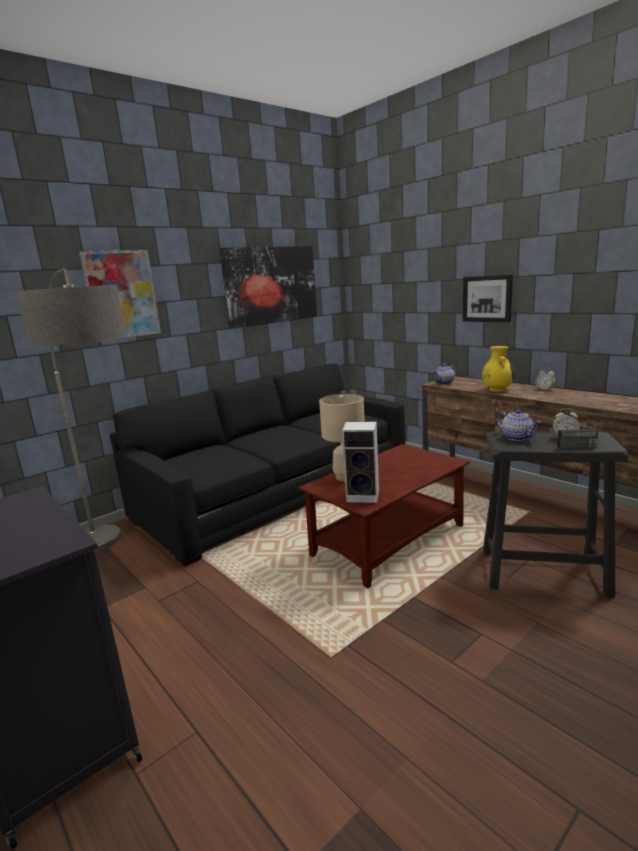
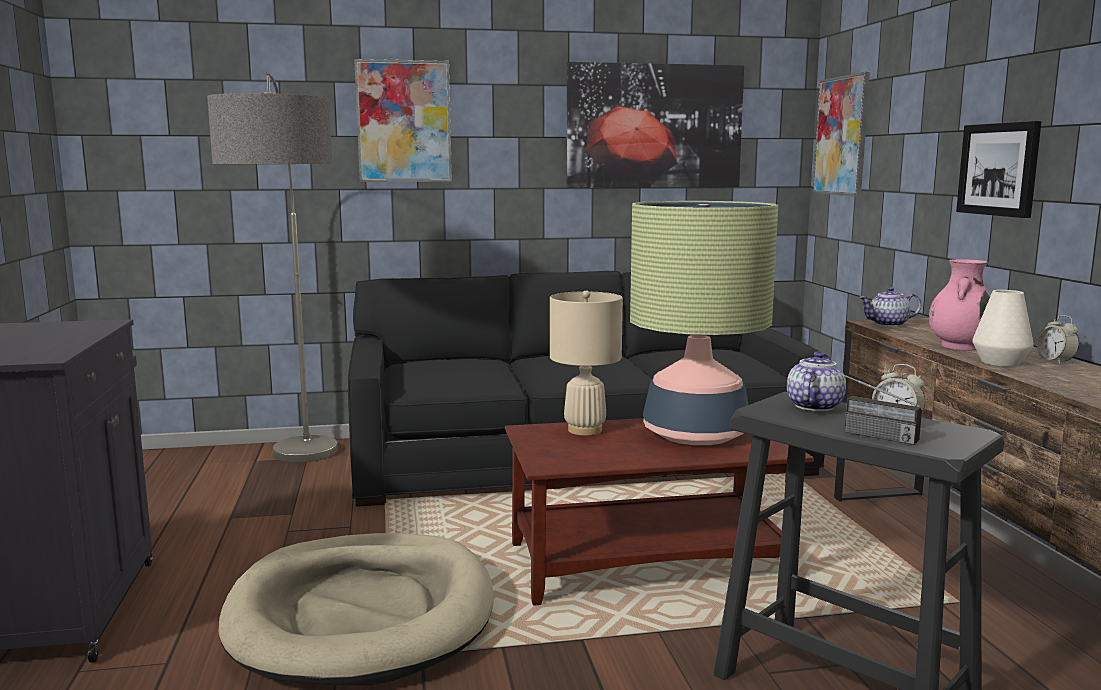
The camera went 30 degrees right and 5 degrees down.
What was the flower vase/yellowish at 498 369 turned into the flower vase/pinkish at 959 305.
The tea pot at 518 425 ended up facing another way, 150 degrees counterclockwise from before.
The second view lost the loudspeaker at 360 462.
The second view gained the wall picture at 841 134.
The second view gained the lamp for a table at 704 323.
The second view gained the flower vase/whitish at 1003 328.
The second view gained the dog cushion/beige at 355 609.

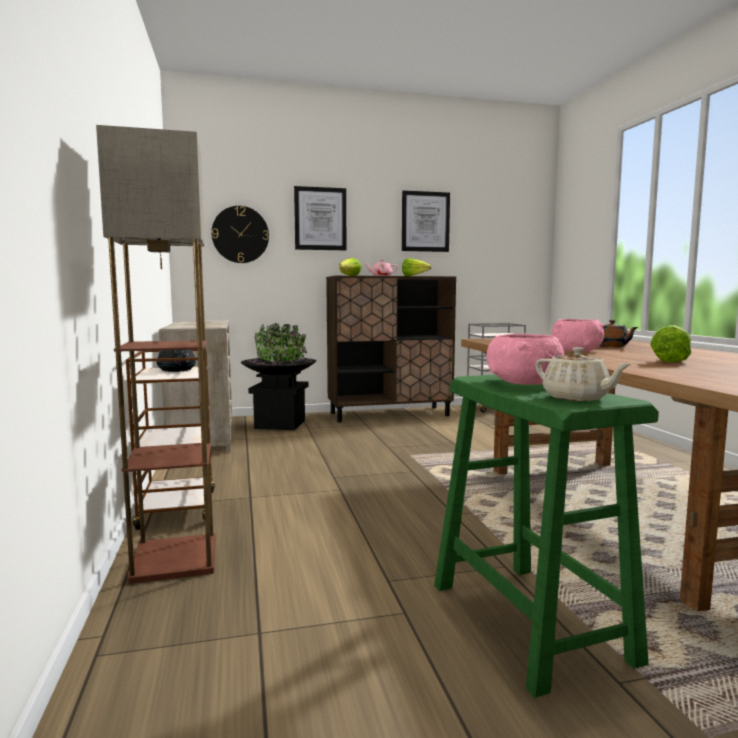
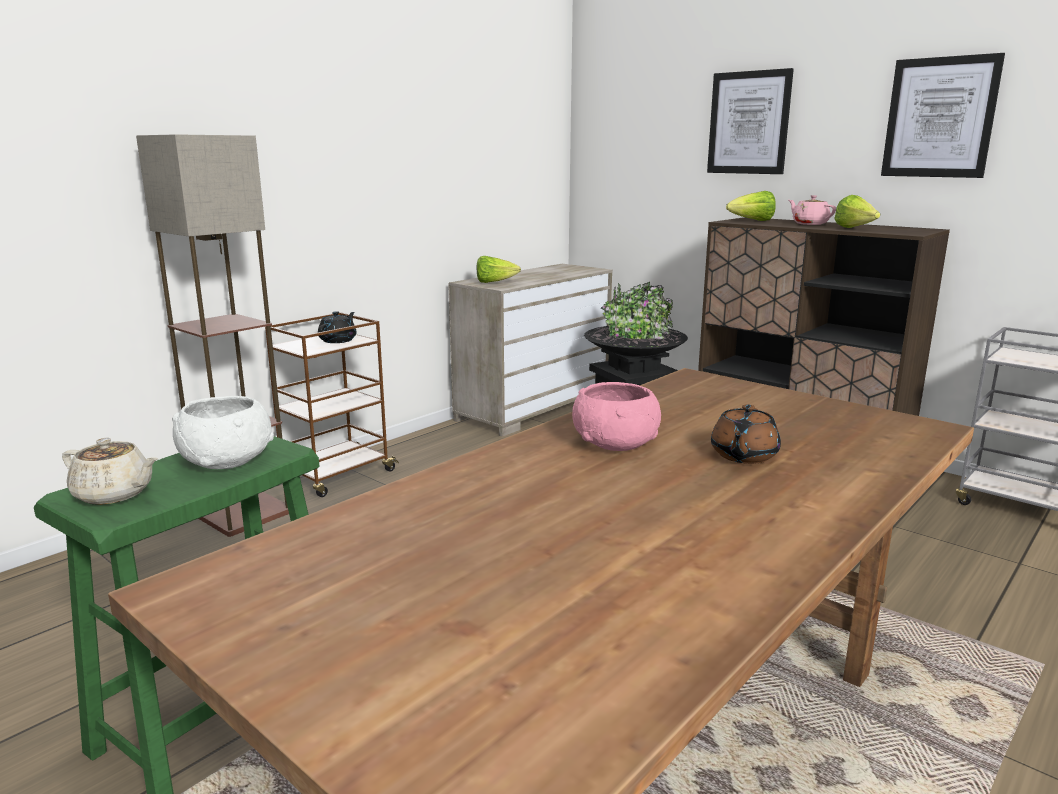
The camera went 55 degrees right and 10 degrees up.
The second view lost the clock on the wall at 240 234.
The head of lettuce ended up elsewhere, having gone from 670 344 to 499 269.
What was the deep dish/pinkish at 525 359 turned into the deep dish/whitish at 223 432.
The tea pot/beige at 583 374 ended up facing another way, 90 degrees counterclockwise from before.

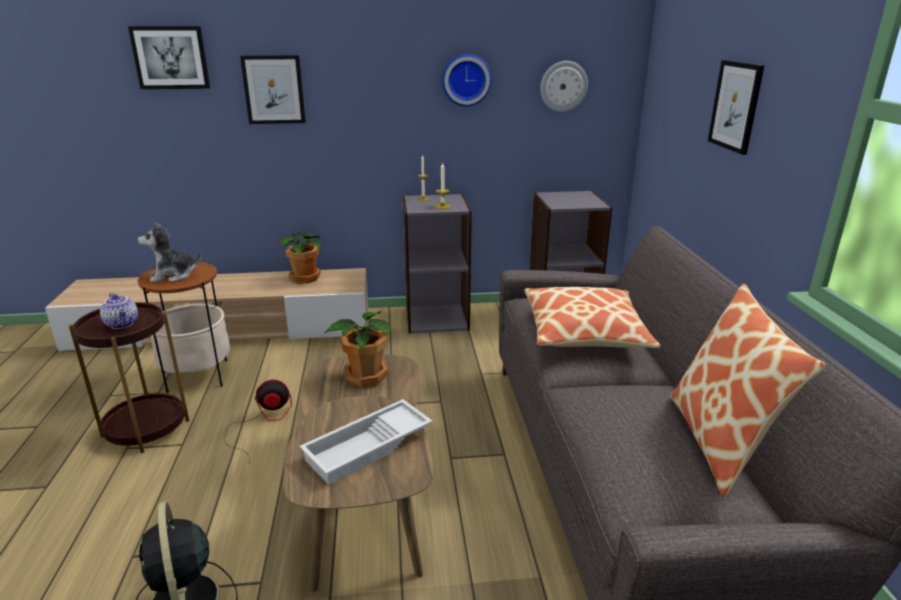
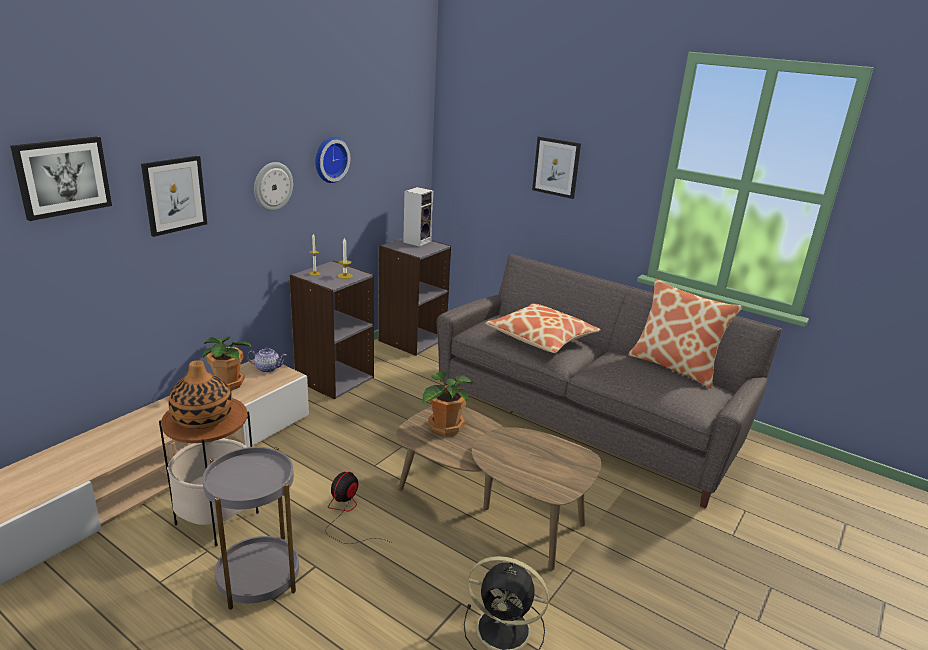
The camera went 50 degrees left and 0 degrees up.
The clock on the wall ended up elsewhere, having gone from 564 86 to 273 186.
Where the cuddly toy stood at 170 252, the flower vase came to stand at 201 394.
The tea pot ended up elsewhere, having gone from 119 311 to 266 360.
What was the end table/brown at 129 377 turned into the end table/grey at 250 528.
The second view lost the serving tray/whitish at 366 442.
The second view gained the loudspeaker at 418 216.

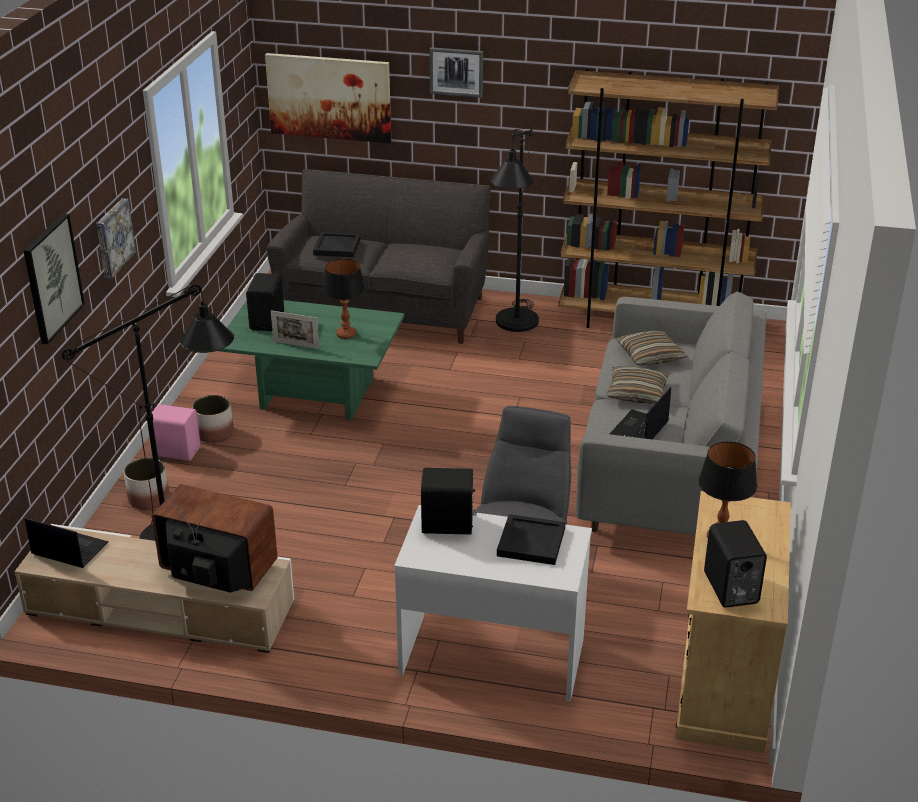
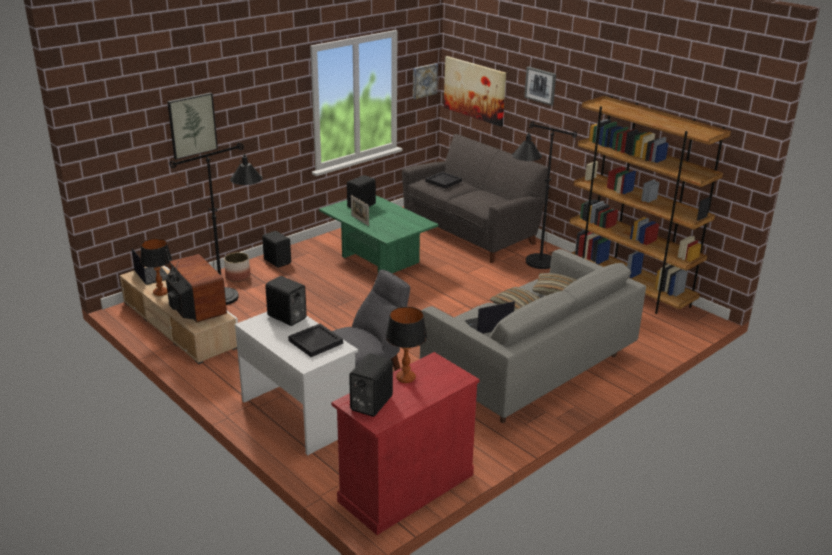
The camera went 35 degrees right and 5 degrees down.
The wall picture ended up elsewhere, having gone from 116 238 to 425 81.
The lamp for a table ended up elsewhere, having gone from 343 299 to 156 267.
The second view lost the planter at 213 419.
What was the loudspeaker/pinkish at 176 432 turned into the loudspeaker/black at 276 249.
What was the storage cabinet/beige at 733 622 turned into the storage cabinet/reddish at 405 443.

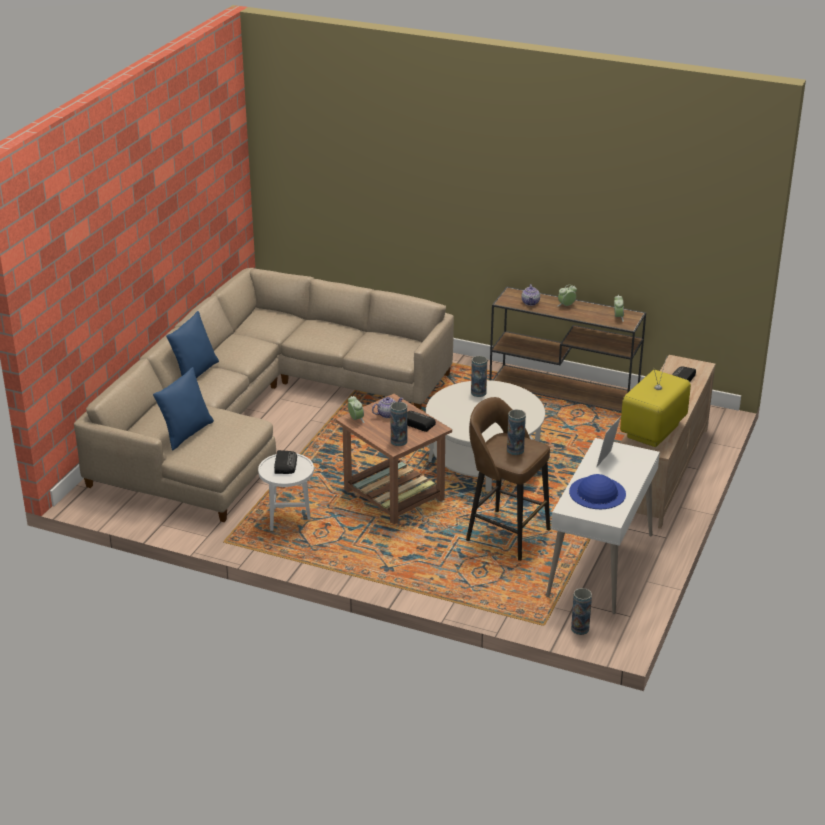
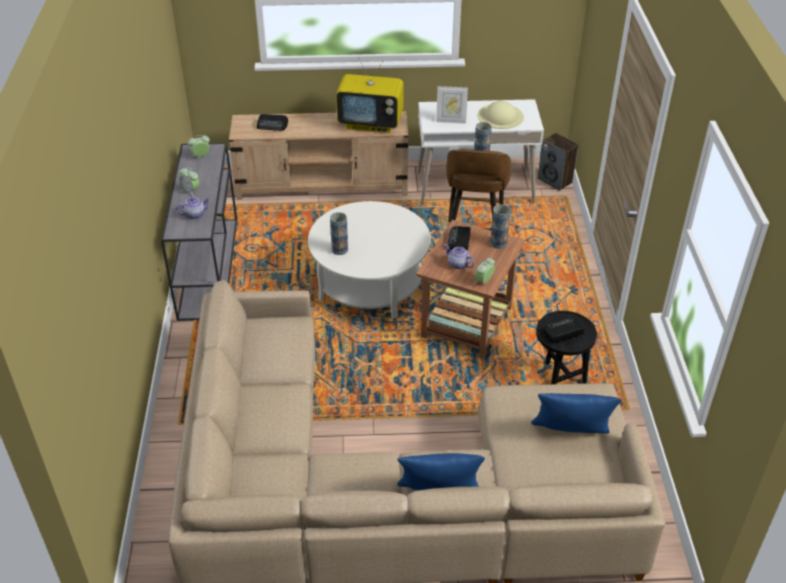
The camera went 115 degrees left and 10 degrees up.
What was the hall table/brown at 567 349 turned into the hall table/grey at 199 232.
What was the end table/whitish at 286 492 turned into the end table/black at 566 347.
What was the hat/bluish at 597 491 turned into the hat/beige at 500 115.
Where the flower vase stood at 581 611, the loudspeaker came to stand at 558 162.

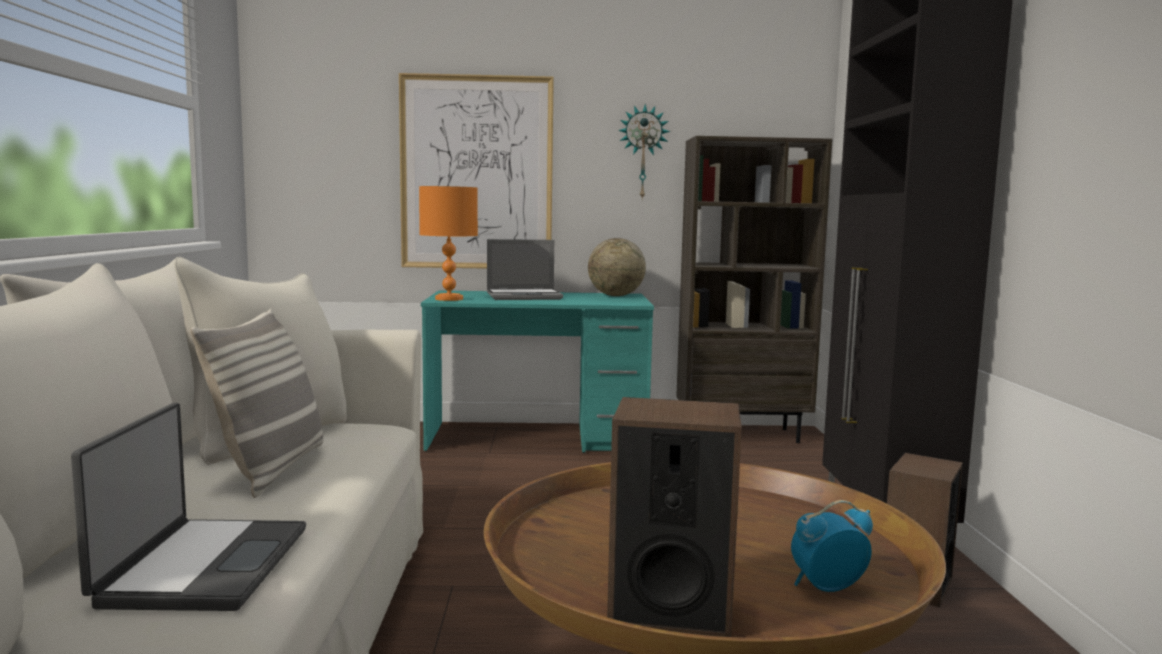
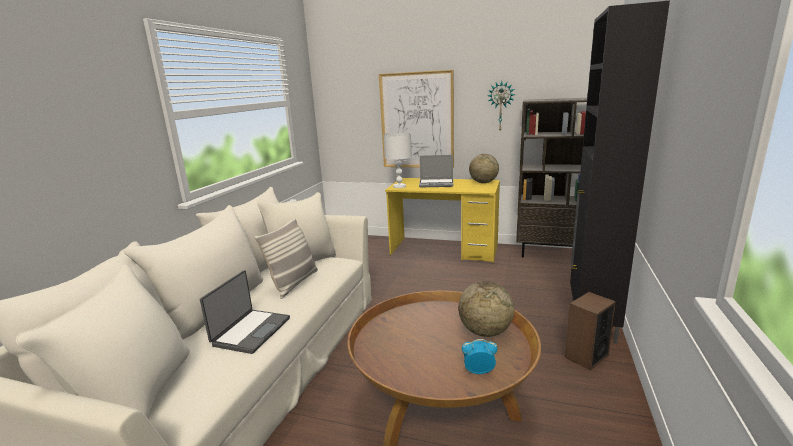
The camera went 20 degrees right and 10 degrees up.
What was the lamp for a table/orange-coloured at 448 243 turned into the lamp for a table/whitish at 398 160.
What was the desk unit/turquoise at 537 371 turned into the desk unit/yellowish at 442 220.
The second view lost the loudspeaker at 674 517.
The second view gained the world globe at 486 309.

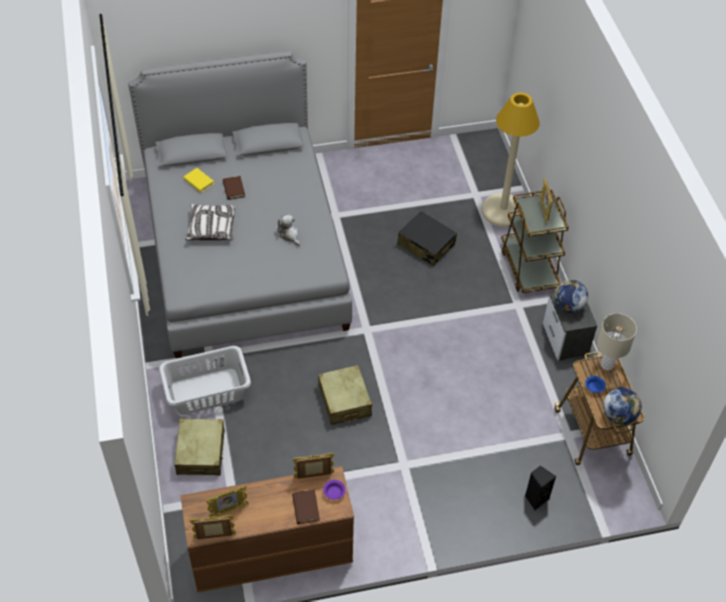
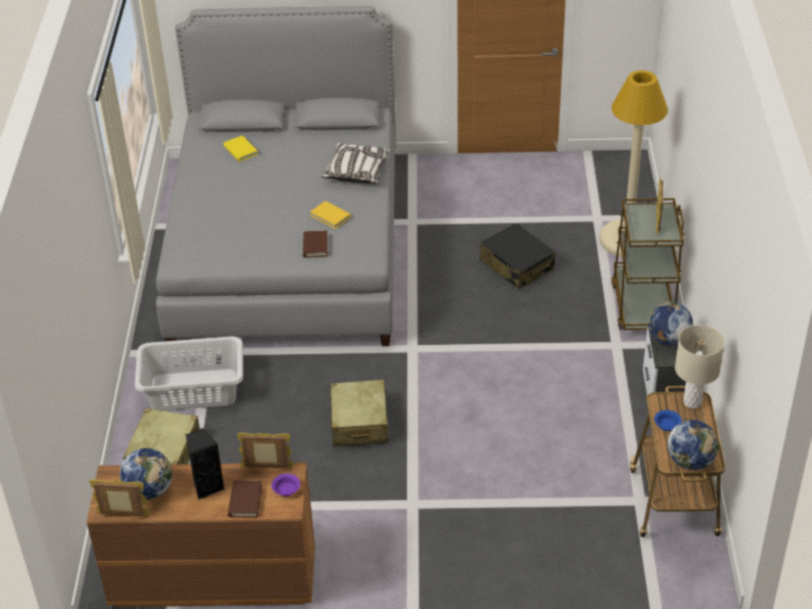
The camera went 15 degrees right and 10 degrees down.
The volume/brown ended up elsewhere, having gone from 234 188 to 315 244.
The pillow ended up elsewhere, having gone from 211 222 to 356 163.
Where the cuddly toy stood at 288 230, the volume/yellowish came to stand at 330 215.
The loudspeaker/black ended up elsewhere, having gone from 540 488 to 205 464.
Where the picture frame stood at 227 501, the world globe came to stand at 146 474.

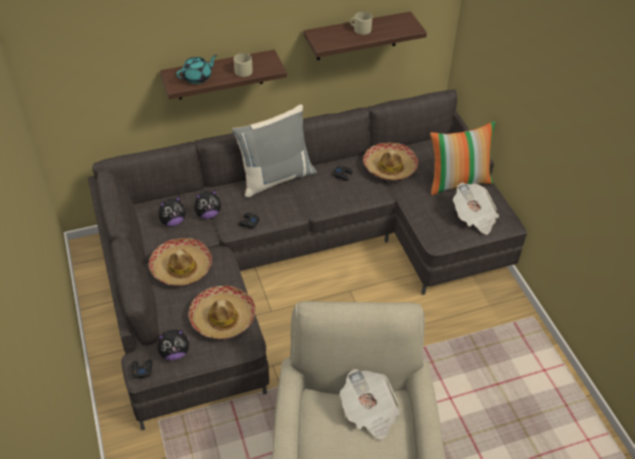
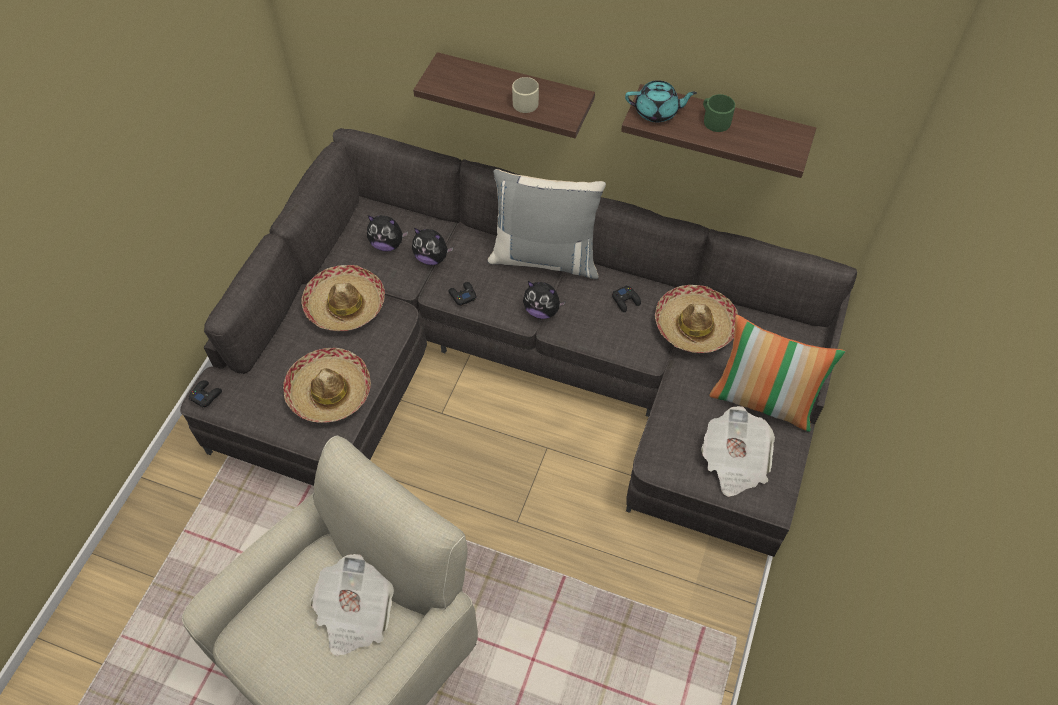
The camera went 40 degrees right and 10 degrees up.
What was the mug/beige at 361 23 turned into the mug/green at 719 113.
The tea pot/turquoise ended up elsewhere, having gone from 196 69 to 661 101.
The cuddly toy ended up elsewhere, having gone from 174 344 to 544 300.

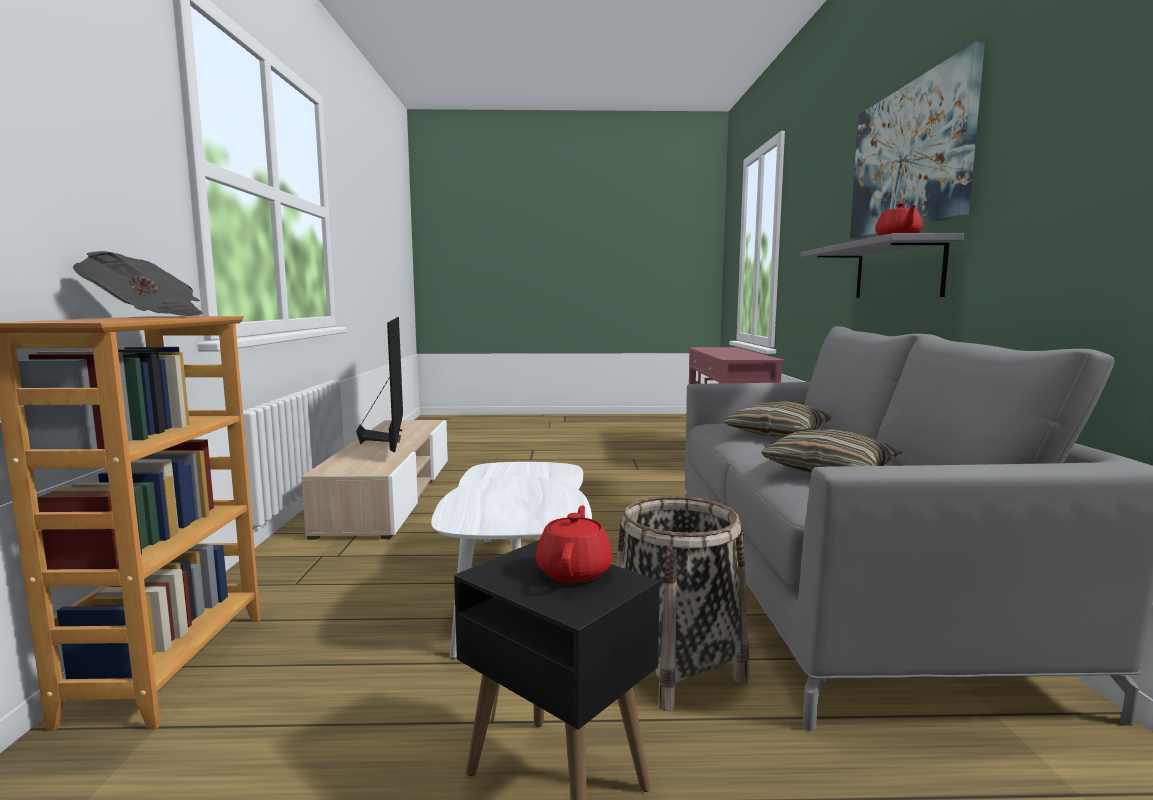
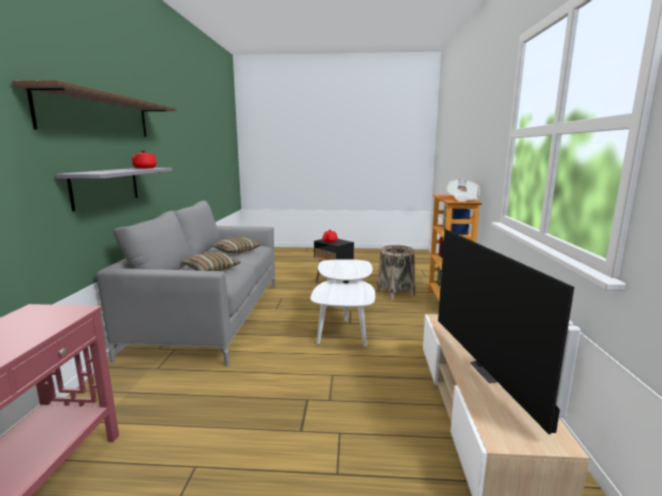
The camera went 175 degrees left and 5 degrees up.
Where the wall picture hung at 917 140, the bracket shelf came to hang at 94 108.
The storage basket ended up elsewhere, having gone from 682 603 to 396 272.

